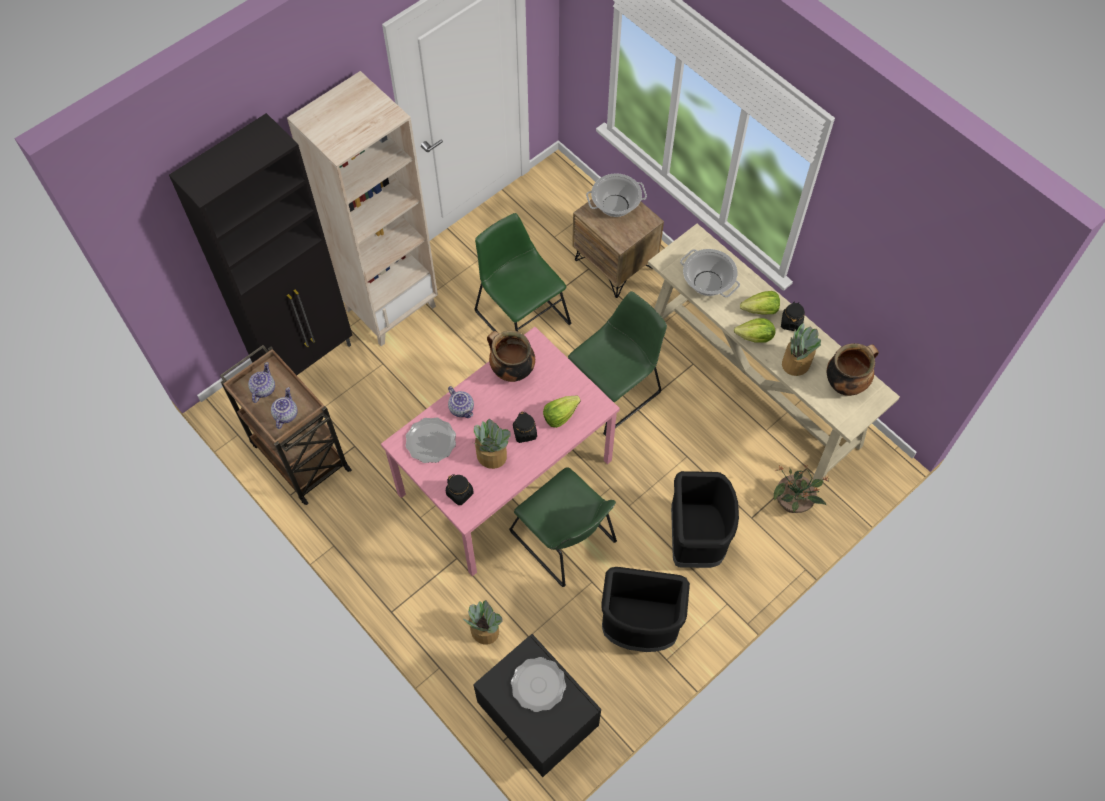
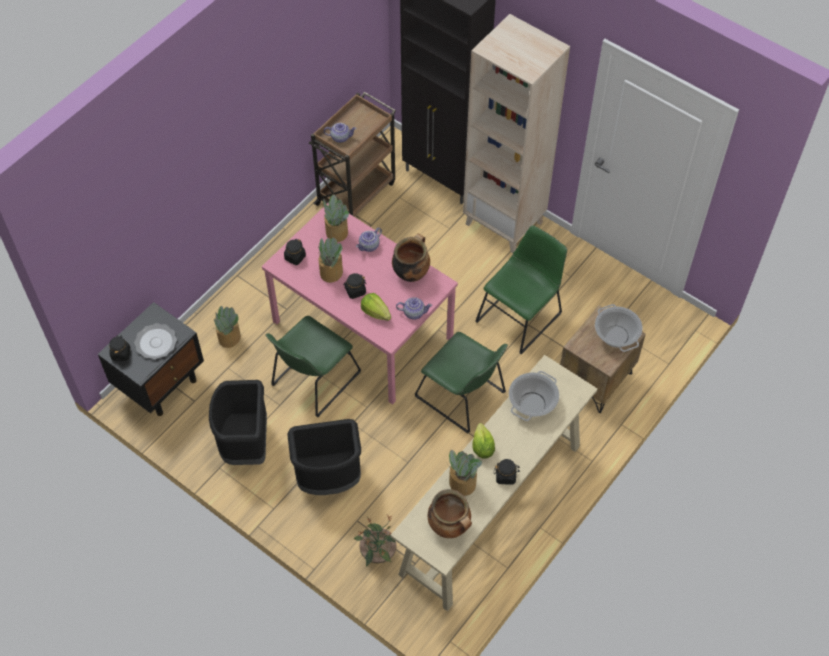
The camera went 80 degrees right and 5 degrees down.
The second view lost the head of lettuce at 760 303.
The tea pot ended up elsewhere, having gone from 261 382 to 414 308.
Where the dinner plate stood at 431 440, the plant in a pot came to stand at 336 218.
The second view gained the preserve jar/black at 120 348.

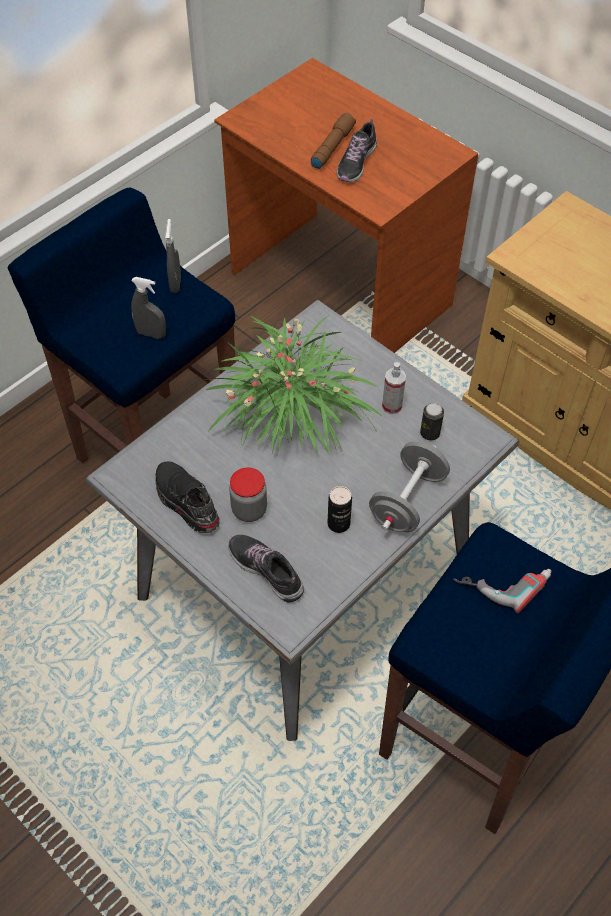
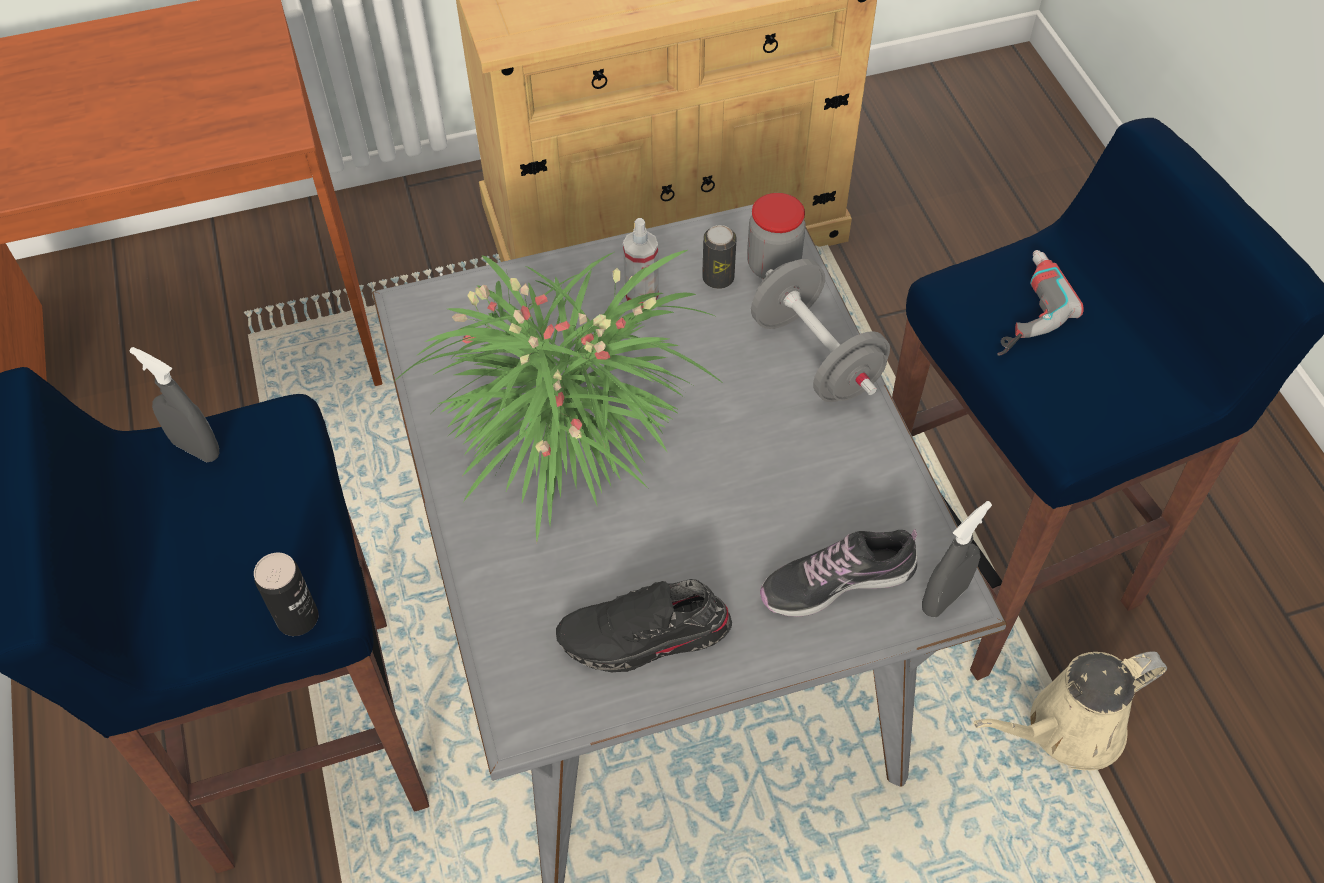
The camera went 60 degrees left and 0 degrees up.
The second view lost the torch/brown at 333 141.
The second view lost the item of footwear at 357 150.
The hand sprayer/grey ended up elsewhere, having gone from 148 308 to 957 559.
The preserve jar ended up elsewhere, having gone from 248 494 to 776 236.
The can ended up elsewhere, having gone from 339 509 to 286 594.
The second view gained the watering can/beige at 1070 710.

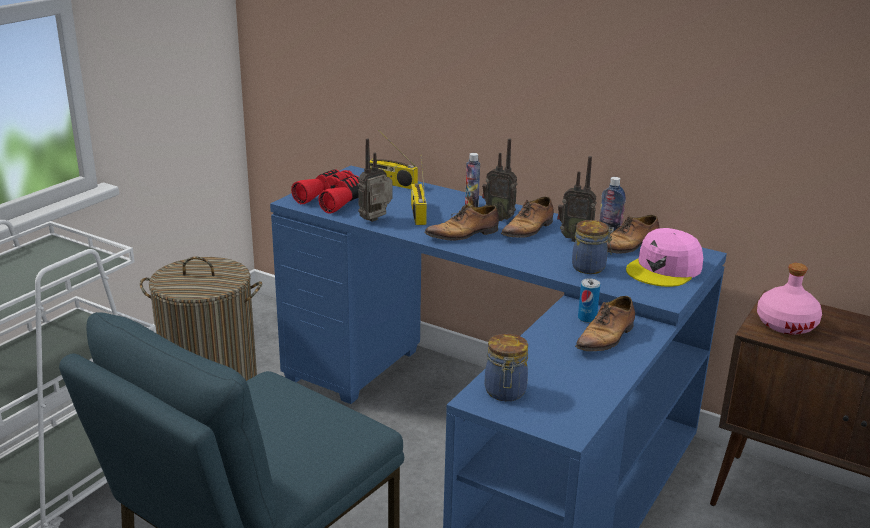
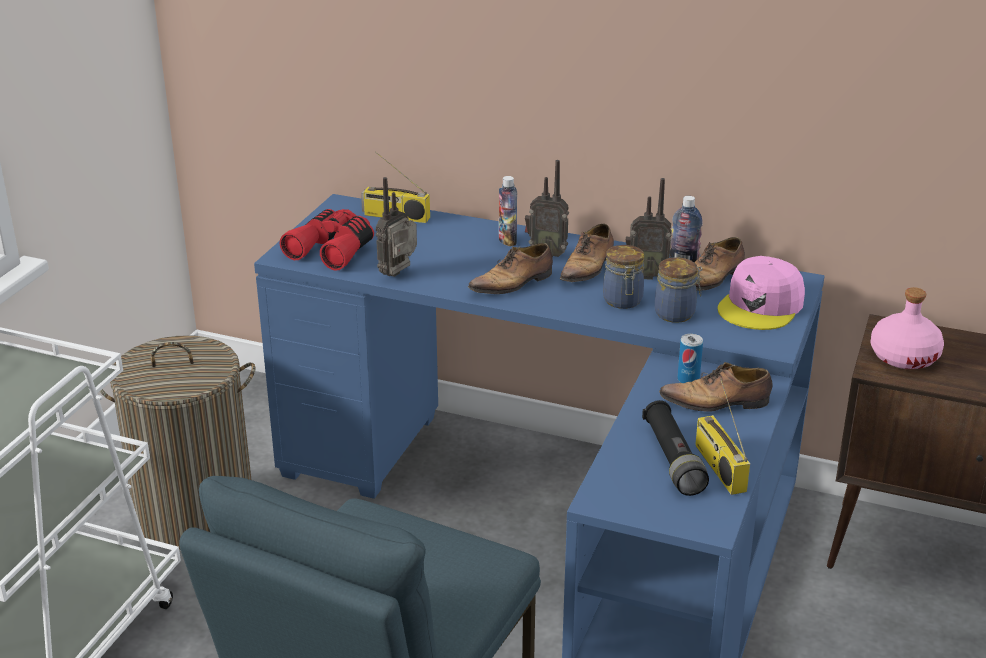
The camera went 10 degrees left and 5 degrees up.
The radio ended up elsewhere, having gone from 419 190 to 722 436.
The item of footwear at 605 323 ended up facing another way, 60 degrees clockwise from before.
The preserve jar ended up elsewhere, having gone from 506 367 to 623 277.
The second view gained the torch/black at 675 448.

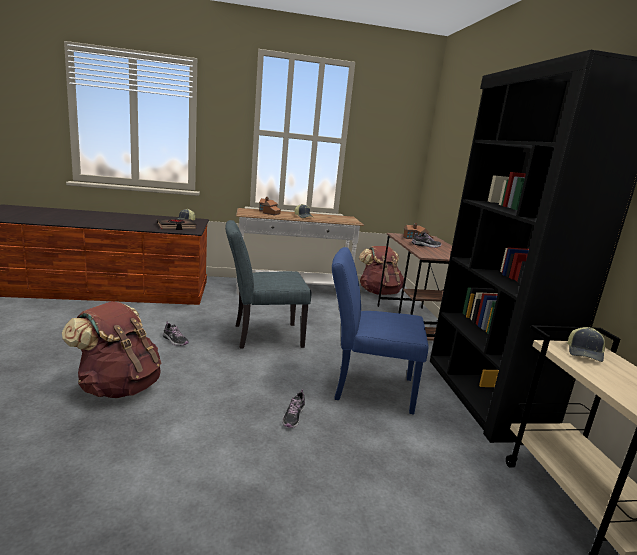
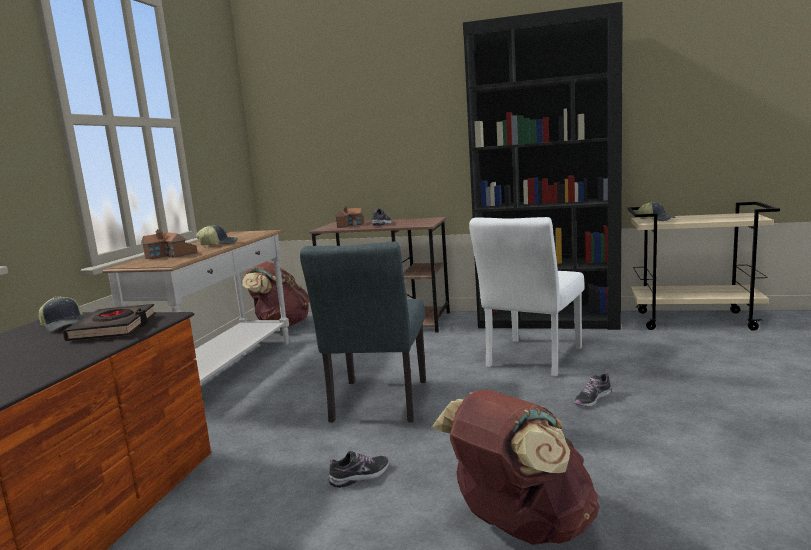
The camera went 65 degrees left and 5 degrees down.
What was the upright chair/bluish at 380 331 turned into the upright chair/whitish at 527 297.
The item of footwear at 293 408 ended up facing another way, 105 degrees clockwise from before.

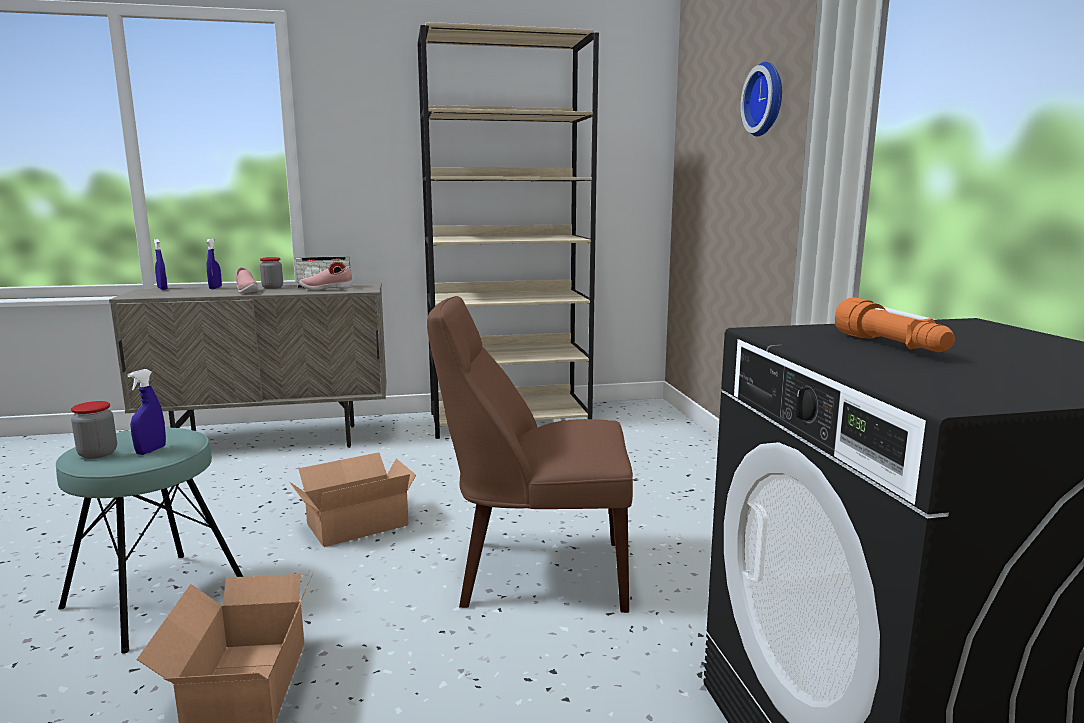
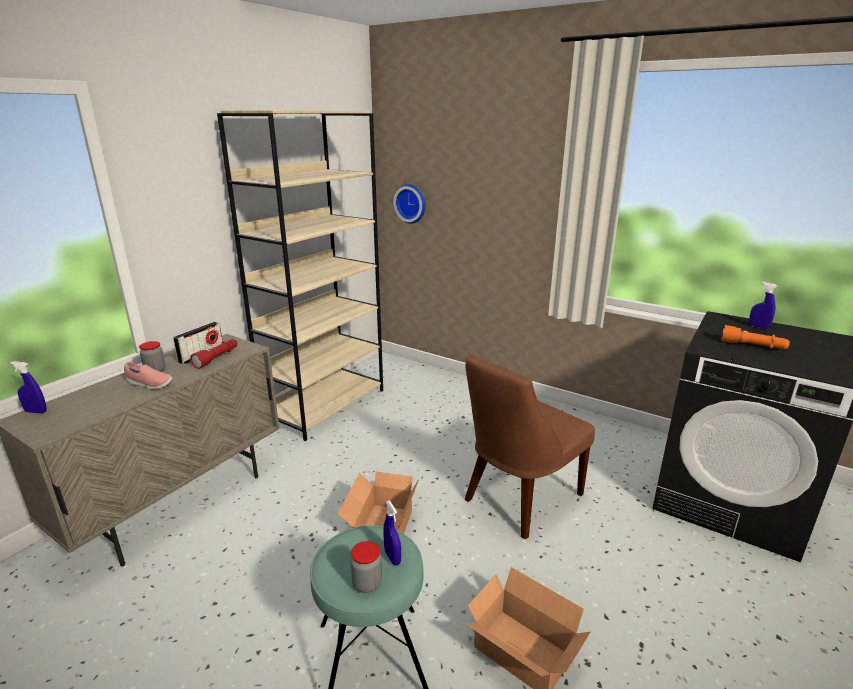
The camera went 45 degrees left and 10 degrees up.
The clock on the wall ended up elsewhere, having gone from 761 99 to 409 204.
The hand sprayer/bluish ended up elsewhere, having gone from 214 263 to 763 306.
Where the item of footwear/pinkish stood at 325 278, the torch/reddish came to stand at 213 354.

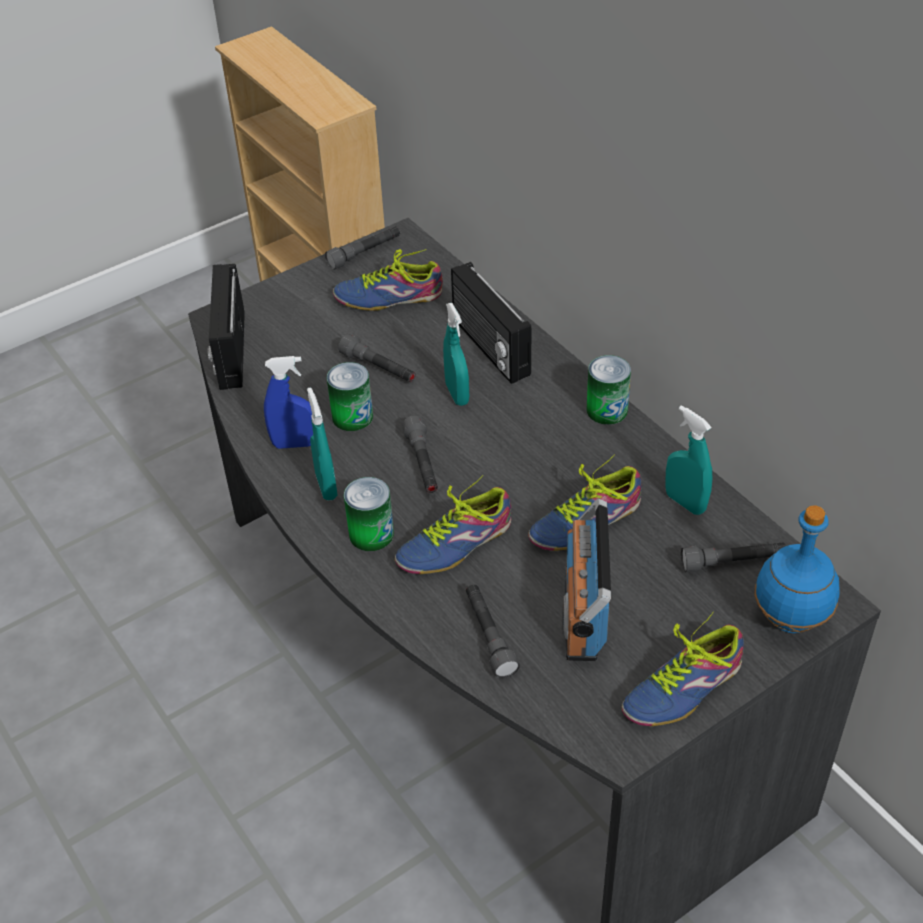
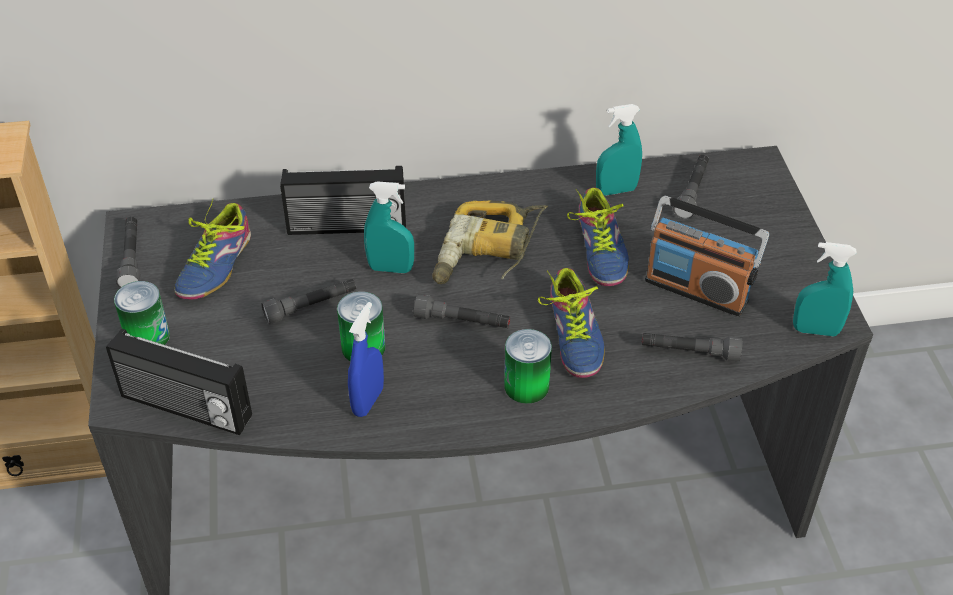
The camera went 65 degrees left and 0 degrees up.
The can ended up elsewhere, having gone from 609 390 to 142 313.
The hand sprayer/turquoise ended up elsewhere, having gone from 322 444 to 825 289.
The second view lost the drink bottle/bluish at 797 569.
The second view lost the item of footwear at 683 669.
The second view gained the drill at 490 242.

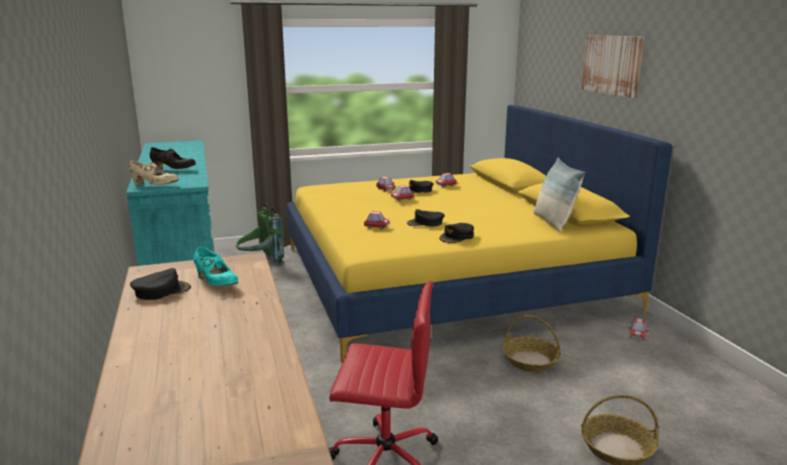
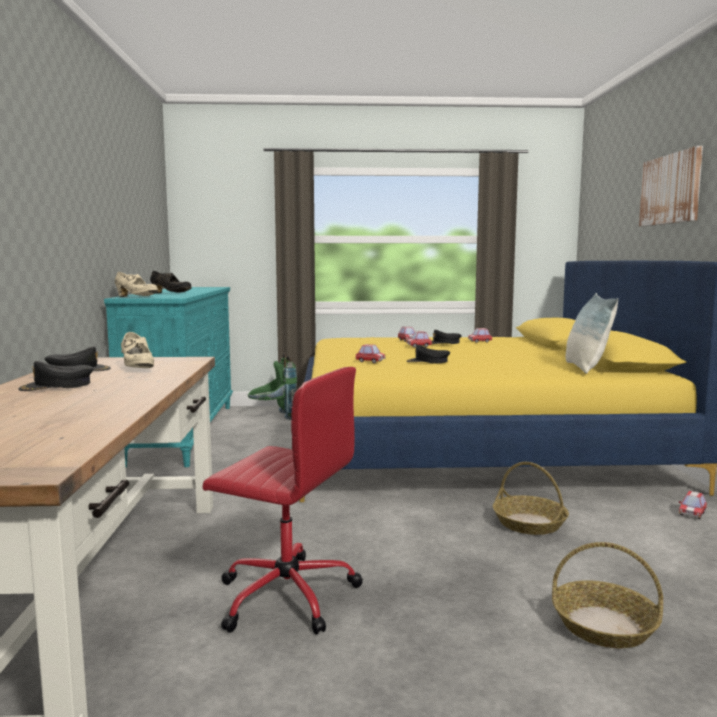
The camera went 15 degrees right and 10 degrees down.
The cap/black ended up elsewhere, having gone from 456 233 to 56 376.
What was the item of footwear/turquoise at 216 266 turned into the item of footwear/beige at 137 350.

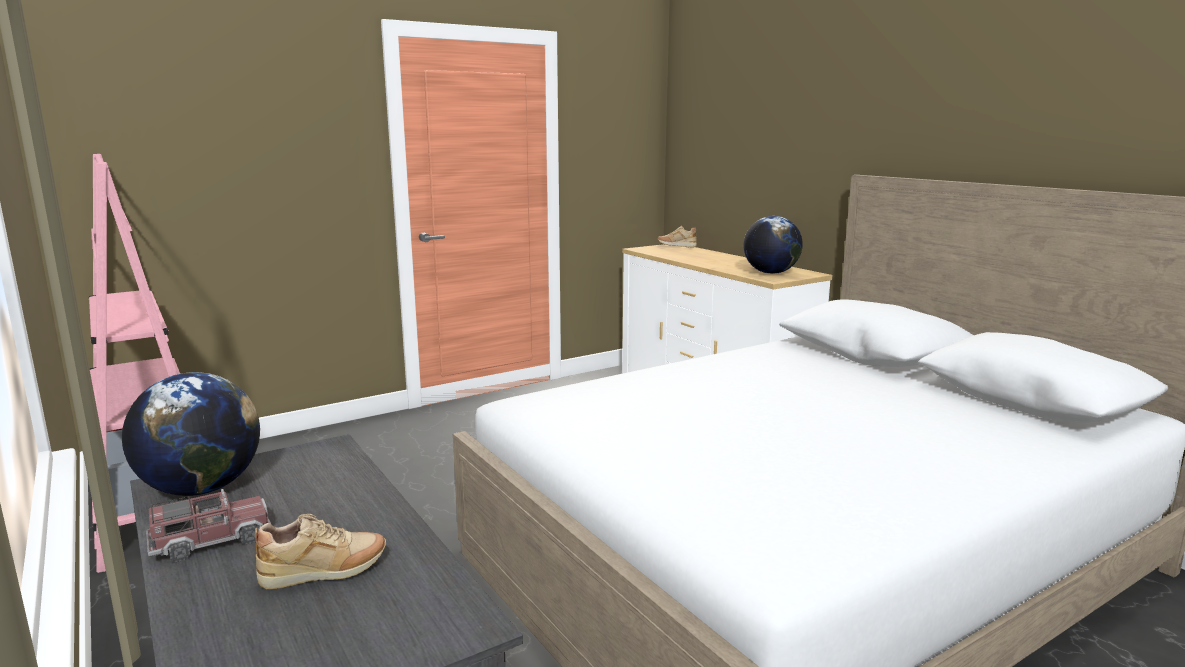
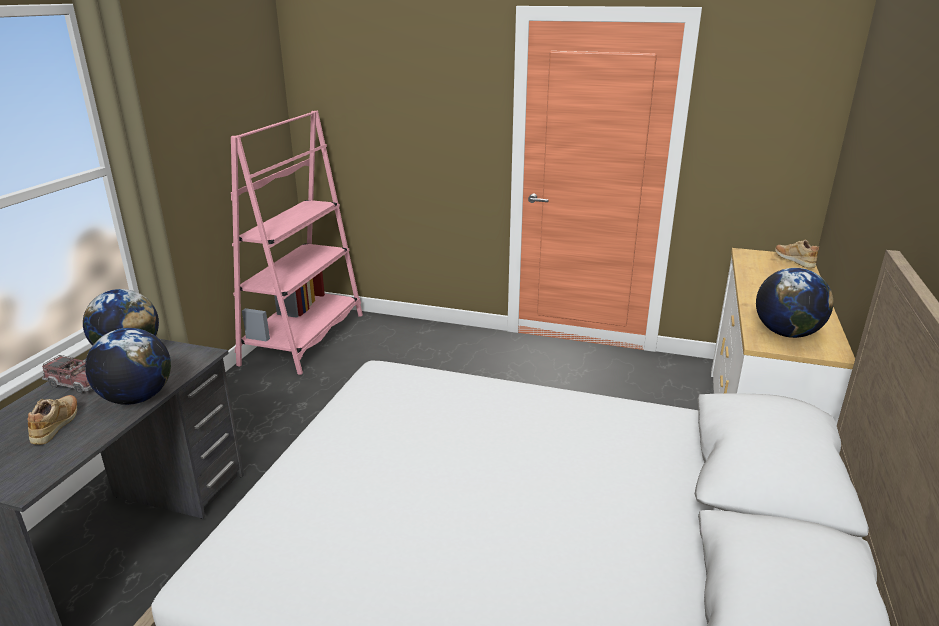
The camera went 50 degrees right and 10 degrees up.
The item of footwear/beige at 320 552 ended up facing another way, 120 degrees counterclockwise from before.
The second view gained the world globe at 128 366.

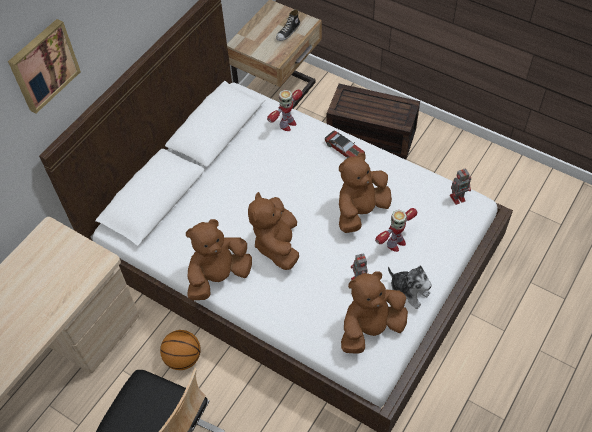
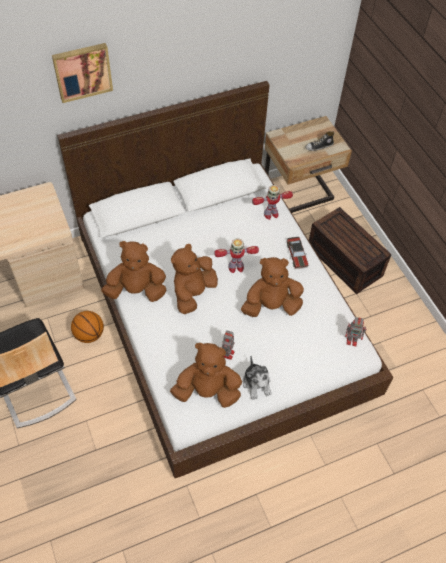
The camera went 30 degrees right and 0 degrees up.
The toy robot ended up elsewhere, having gone from 396 230 to 236 255.

